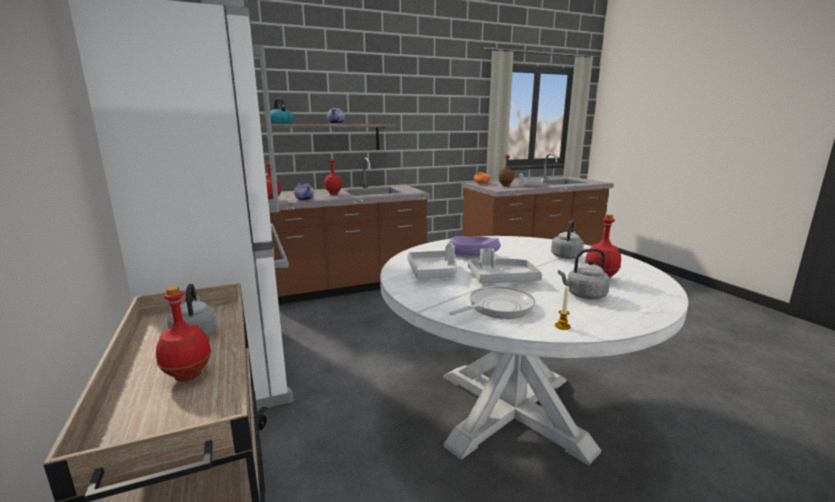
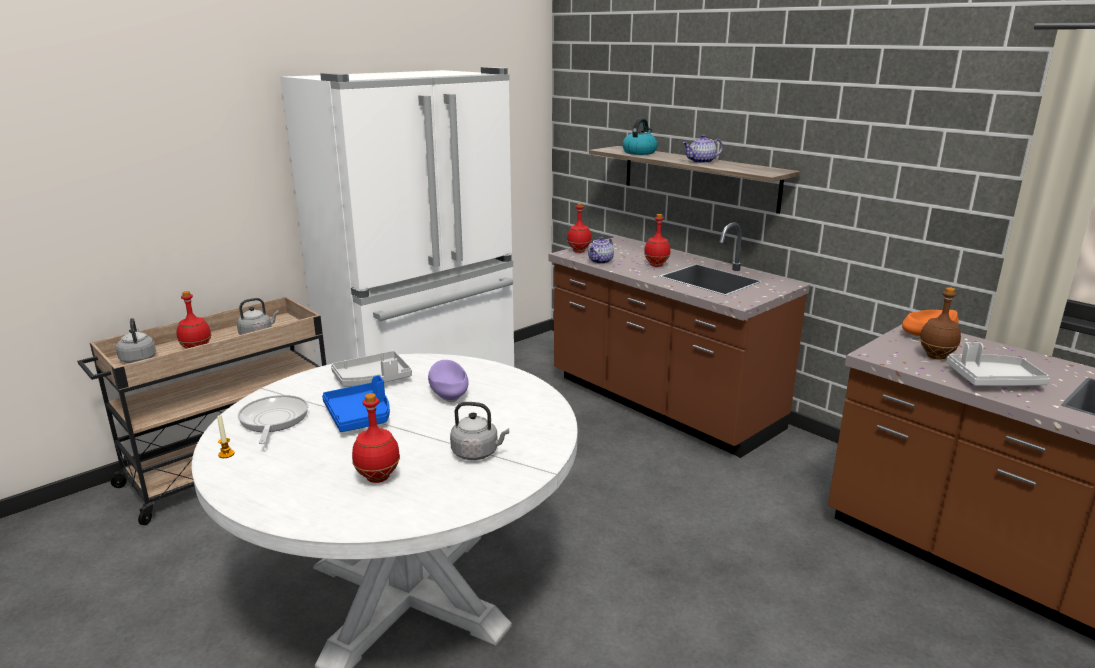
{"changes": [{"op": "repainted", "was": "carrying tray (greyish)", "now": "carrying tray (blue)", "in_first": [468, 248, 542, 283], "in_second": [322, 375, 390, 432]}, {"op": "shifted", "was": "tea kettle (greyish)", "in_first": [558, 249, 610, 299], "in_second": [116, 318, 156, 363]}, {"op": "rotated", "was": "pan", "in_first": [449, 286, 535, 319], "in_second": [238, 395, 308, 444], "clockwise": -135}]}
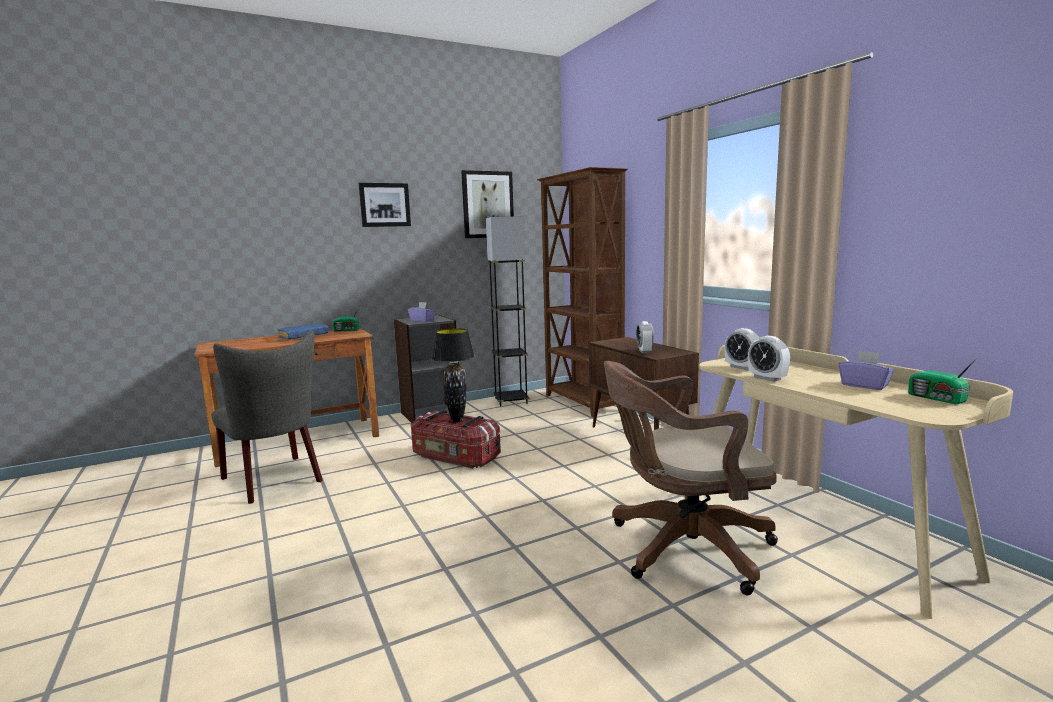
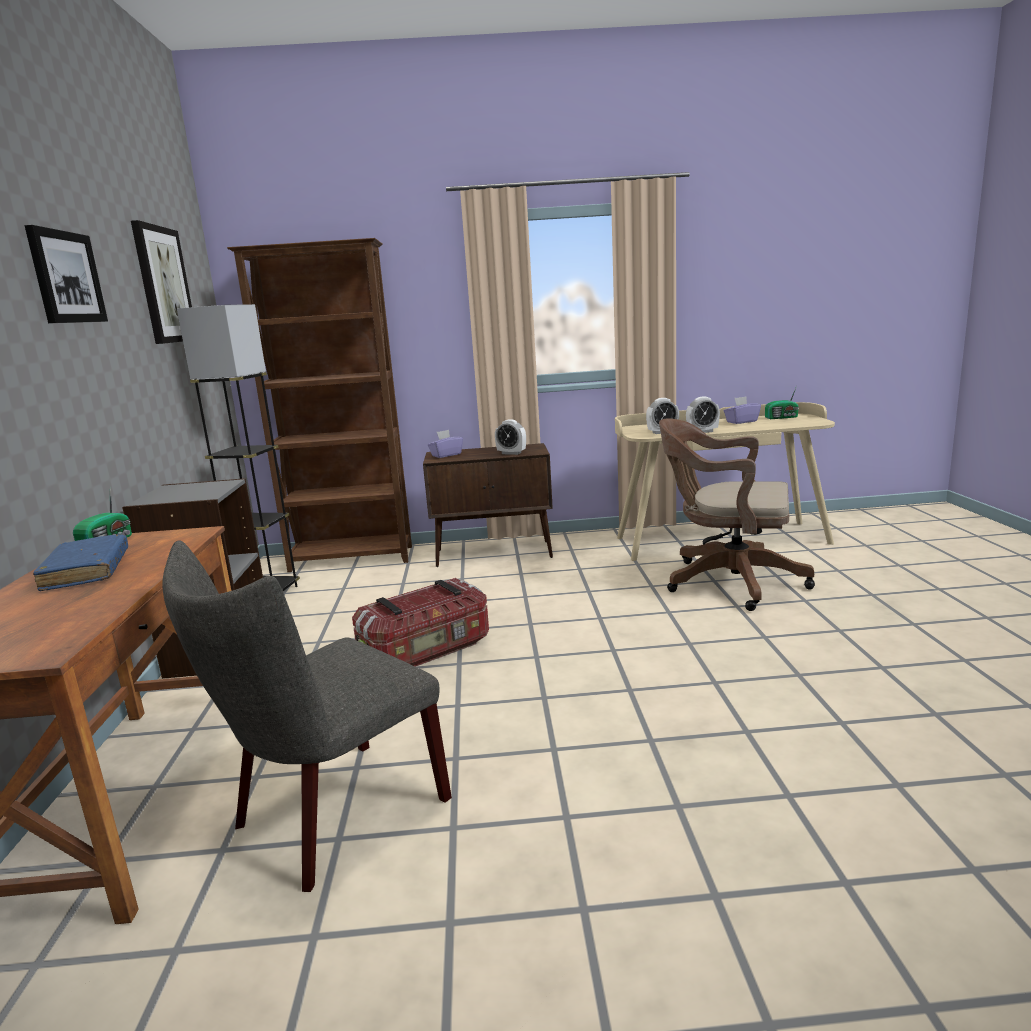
{"changes": [{"op": "shifted", "was": "tissue holder (purple)", "in_first": [408, 302, 436, 322], "in_second": [428, 430, 463, 458]}, {"op": "gone", "was": "lamp for a table (black-coloured)", "in_first": [432, 328, 475, 422]}, {"op": "rotated", "was": "chair (greyish)", "in_first": [212, 330, 323, 504], "in_second": [162, 541, 452, 892], "clockwise": 150}, {"op": "rotated", "was": "office chair (brownish)", "in_first": [604, 361, 778, 595], "in_second": [659, 418, 815, 611], "clockwise": 90}]}
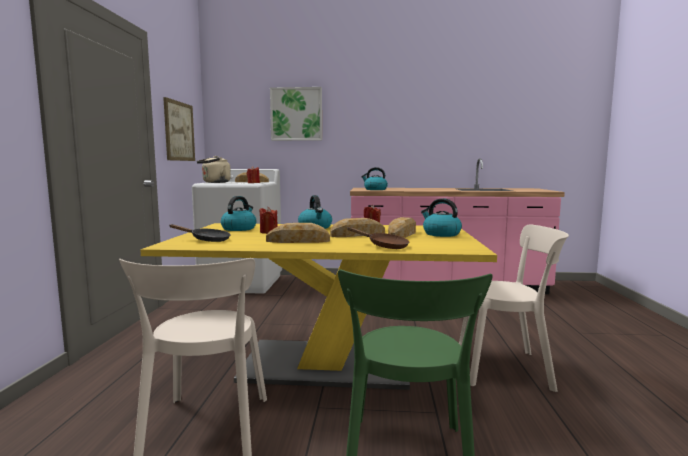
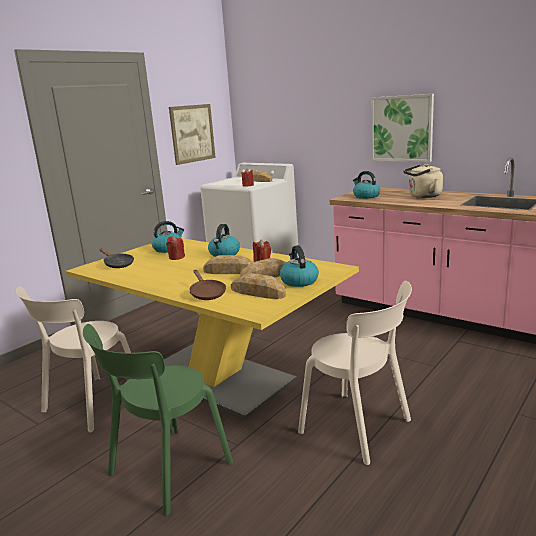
{"changes": [{"op": "shifted", "was": "wall picture", "in_first": [270, 87, 322, 141], "in_second": [371, 94, 434, 162]}, {"op": "shifted", "was": "tea kettle (beige)", "in_first": [197, 156, 231, 183], "in_second": [403, 164, 443, 198]}, {"op": "shifted", "was": "baked bread", "in_first": [266, 223, 330, 243], "in_second": [231, 273, 286, 299]}]}
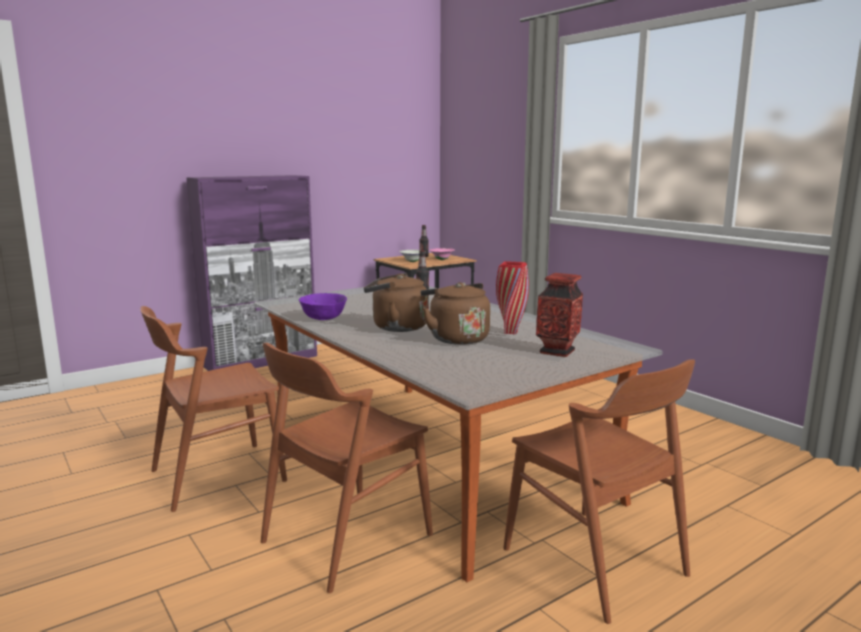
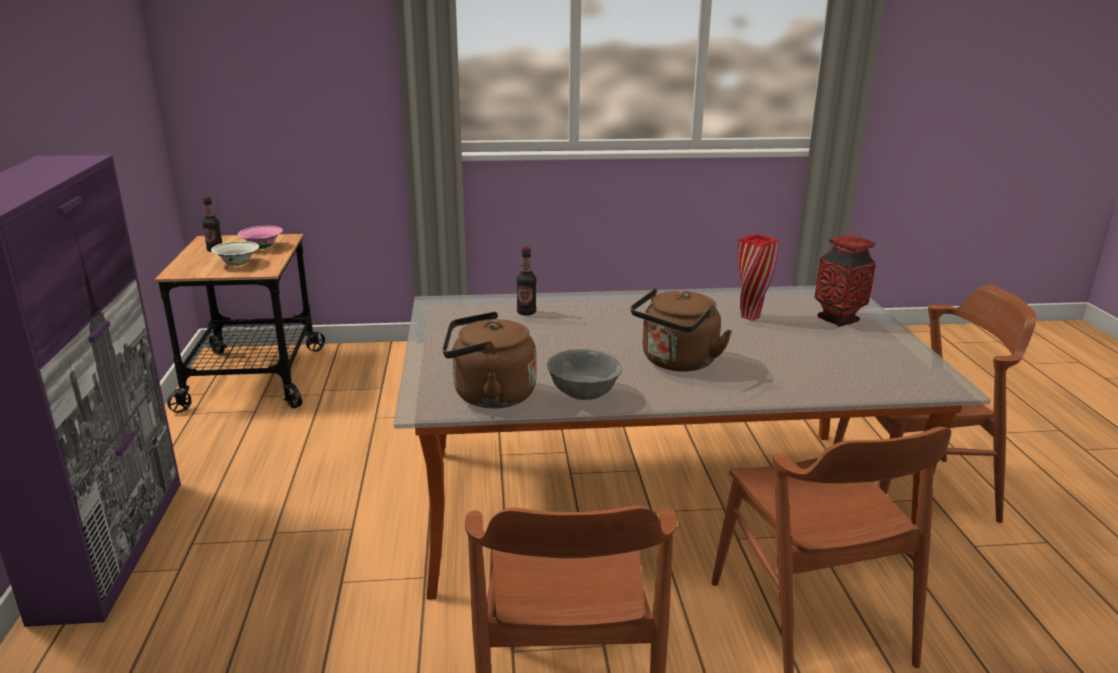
{"changes": [{"op": "shifted", "was": "tea kettle (brownish)", "in_first": [421, 282, 490, 345], "in_second": [442, 312, 536, 408]}, {"op": "repainted", "was": "serving bowl (purple)", "now": "serving bowl (greyish)", "in_first": [299, 293, 347, 320], "in_second": [547, 349, 622, 400]}]}
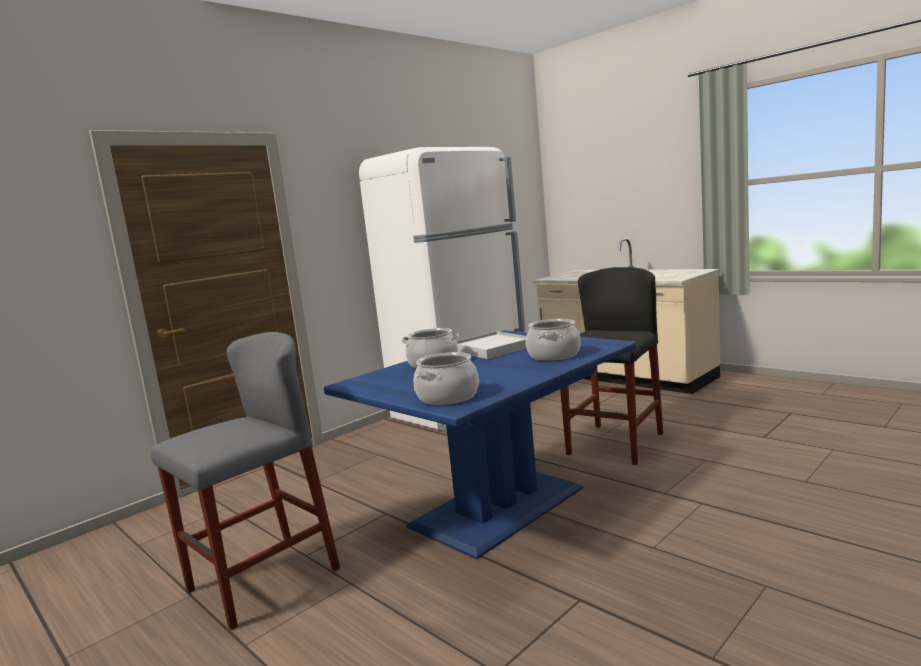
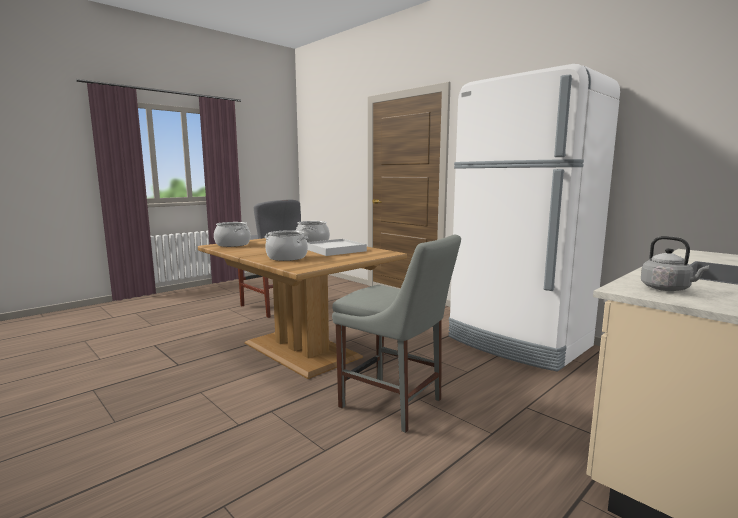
{"changes": [{"op": "swapped", "was": "sitting stool (black-coloured)", "now": "chair (greyish)", "in_first": [560, 267, 663, 465], "in_second": [332, 235, 461, 433]}, {"op": "repainted", "was": "dinner table (blue)", "now": "dinner table (brownish)", "in_first": [324, 331, 636, 559], "in_second": [198, 238, 407, 379]}, {"op": "new", "now": "tea kettle (greyish)", "in_second": [641, 236, 709, 291]}]}
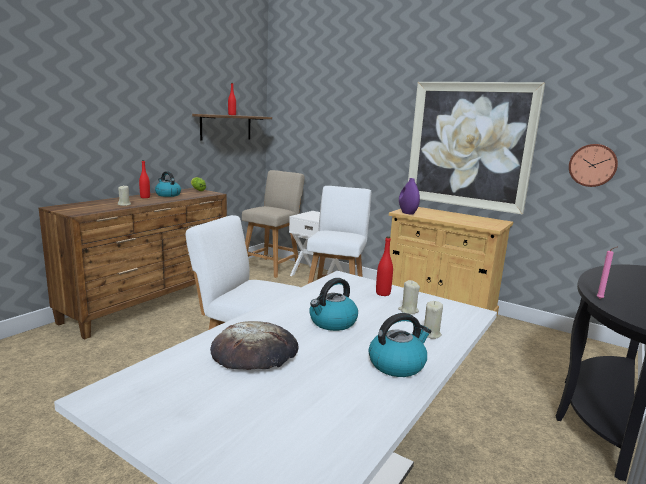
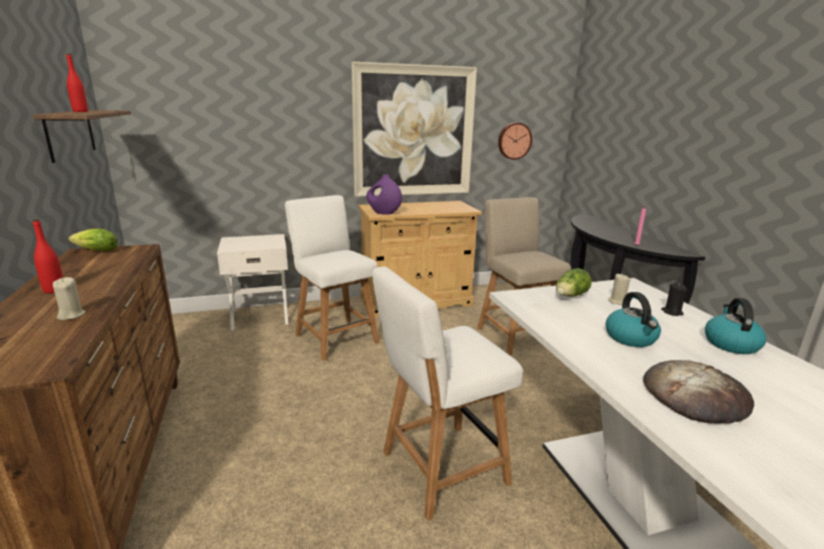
{"changes": [{"op": "shifted", "was": "chair (beige)", "in_first": [242, 170, 305, 278], "in_second": [477, 197, 571, 356]}, {"op": "gone", "was": "tea kettle", "in_first": [155, 171, 181, 197]}, {"op": "swapped", "was": "drink bottle (red-coloured)", "now": "head of lettuce", "in_first": [376, 236, 393, 296], "in_second": [556, 268, 592, 296]}, {"op": "repainted", "was": "wax candle (beige)", "now": "wax candle (black-coloured)", "in_first": [424, 301, 443, 339], "in_second": [661, 282, 687, 316]}]}
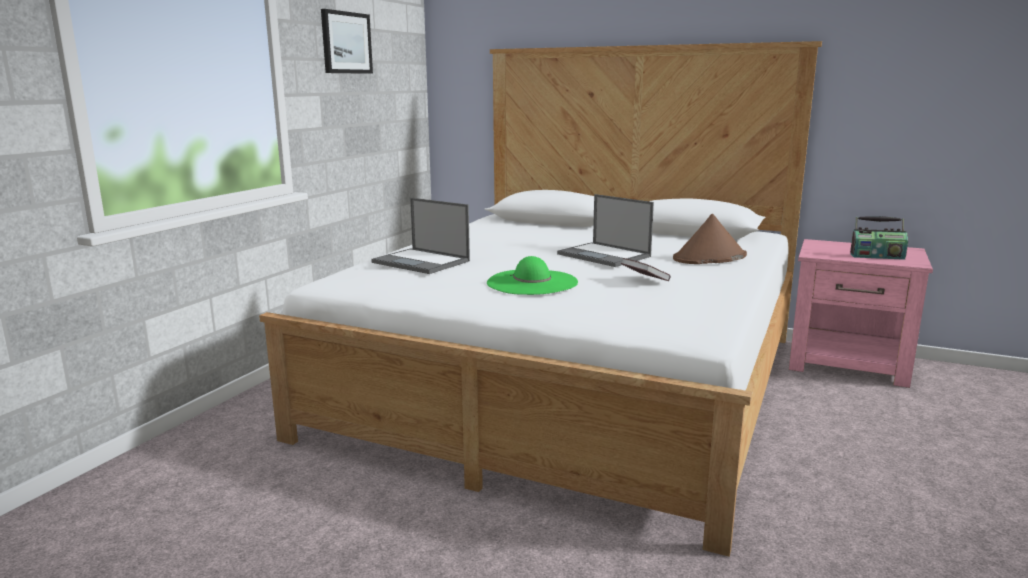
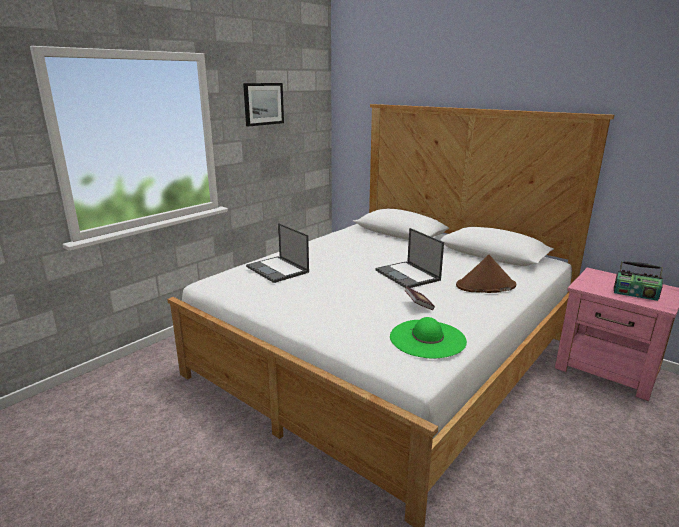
{"changes": [{"op": "shifted", "was": "wearable hat (greenish)", "in_first": [487, 256, 578, 295], "in_second": [390, 317, 467, 359]}]}
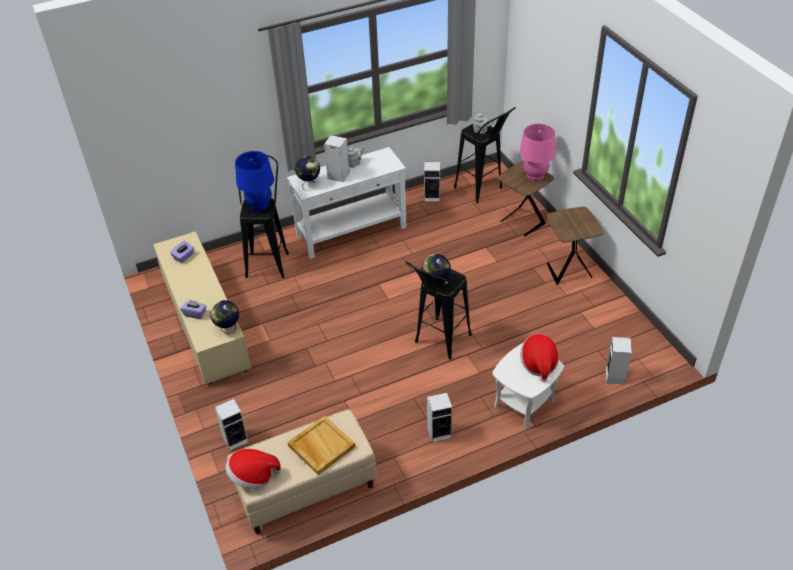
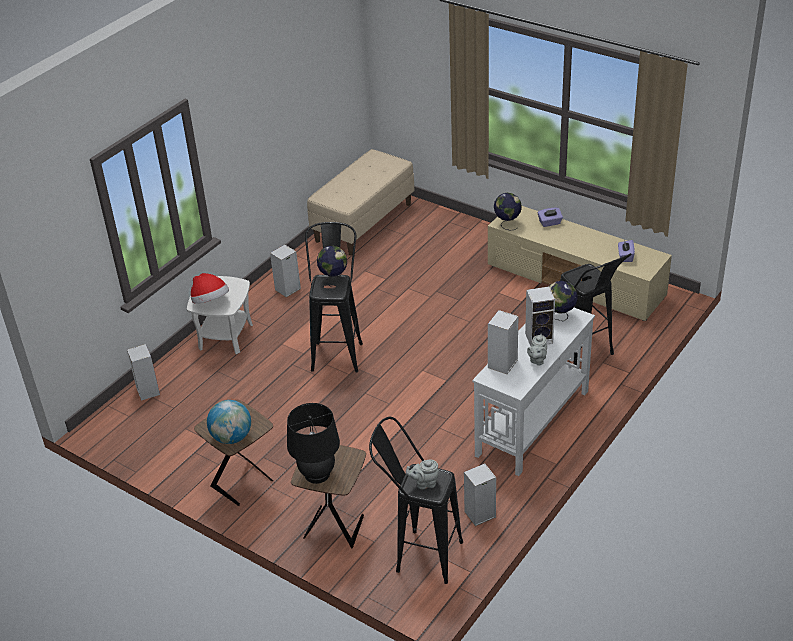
{"changes": [{"op": "repainted", "was": "lamp for a table (pink-coloured)", "now": "lamp for a table (black-coloured)", "in_first": [519, 124, 556, 181], "in_second": [287, 403, 340, 484]}, {"op": "gone", "was": "lamp for a table (blue)", "in_first": [235, 151, 274, 211]}, {"op": "shifted", "was": "speaker", "in_first": [214, 399, 249, 451], "in_second": [488, 310, 519, 374]}, {"op": "gone", "was": "carrying tray (beige)", "in_first": [288, 415, 355, 475]}, {"op": "gone", "was": "wearable hat", "in_first": [226, 449, 281, 489]}, {"op": "new", "now": "desk globe", "in_second": [207, 400, 251, 444]}]}
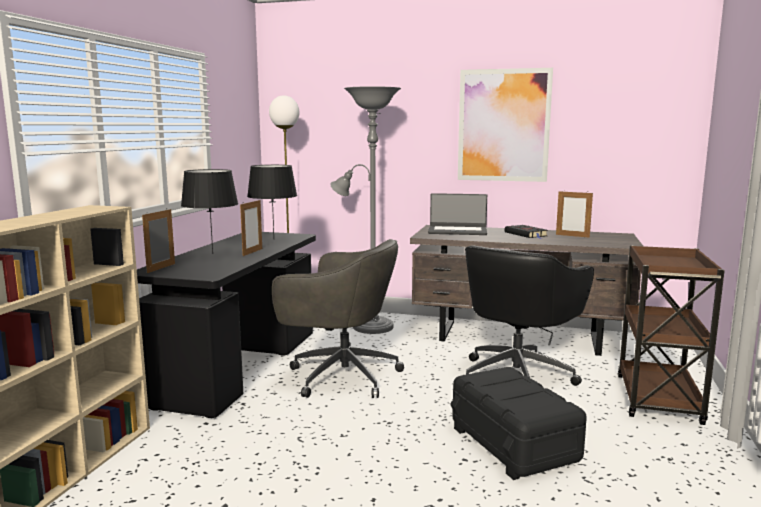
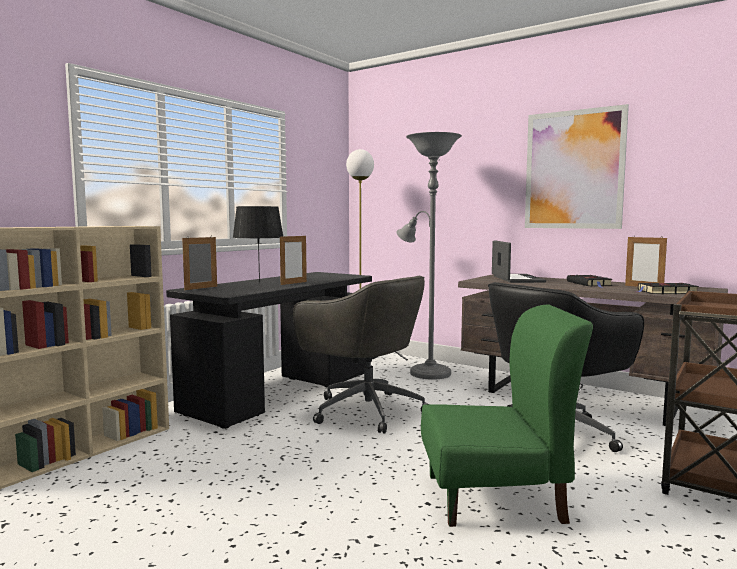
{"changes": [{"op": "gone", "was": "lamp for a table (black-coloured)", "in_first": [247, 165, 297, 236]}, {"op": "rotated", "was": "notebook computer", "in_first": [428, 193, 487, 235], "in_second": [492, 240, 546, 283], "clockwise": -120}, {"op": "swapped", "was": "storage container (black-coloured)", "now": "chair (greenish)", "in_first": [450, 367, 587, 480], "in_second": [421, 304, 593, 527]}, {"op": "new", "now": "book (black-coloured)", "in_second": [637, 283, 699, 294]}]}
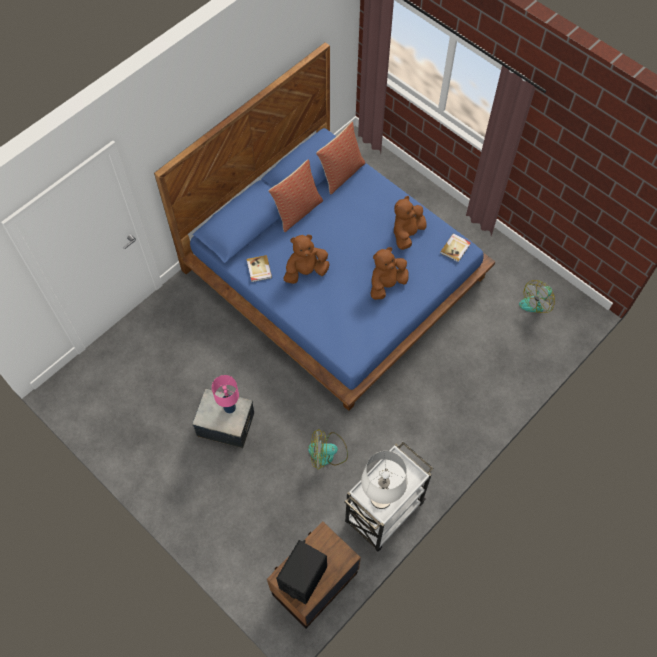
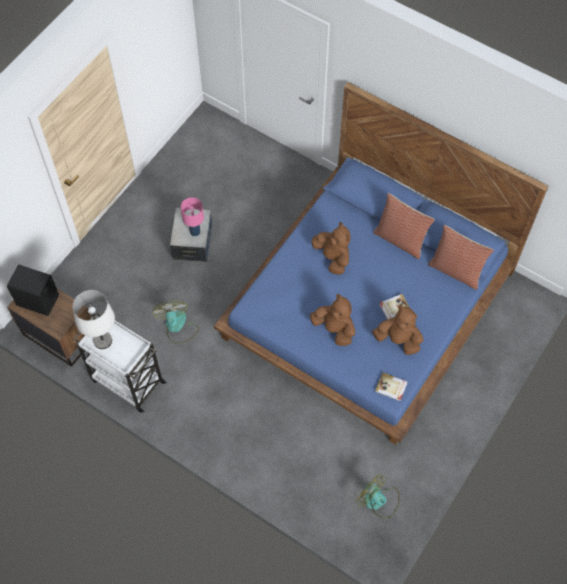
{"changes": [{"op": "shifted", "was": "book", "in_first": [247, 255, 272, 282], "in_second": [379, 294, 410, 319]}]}
